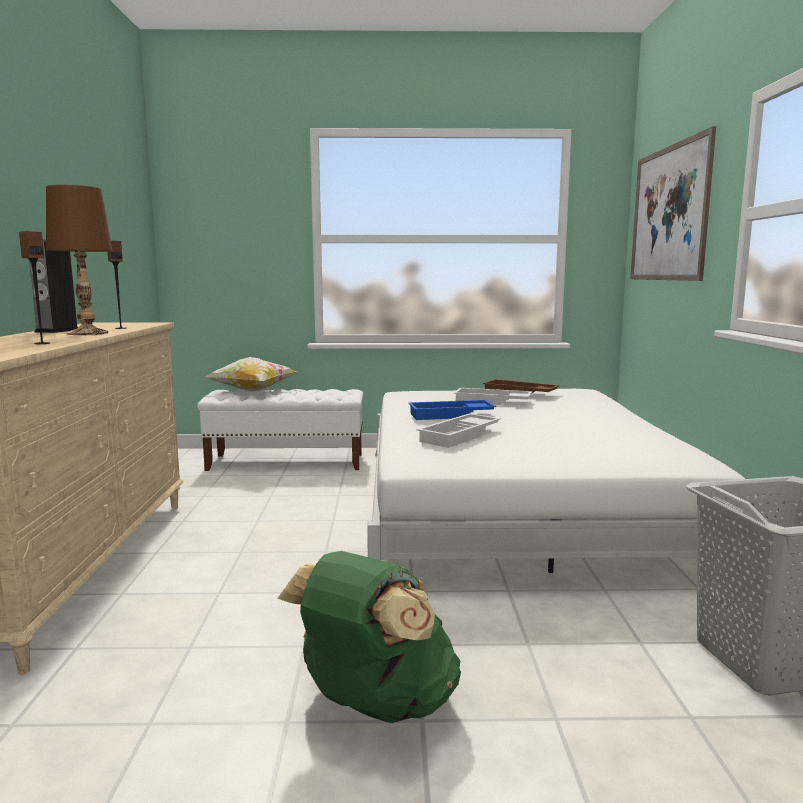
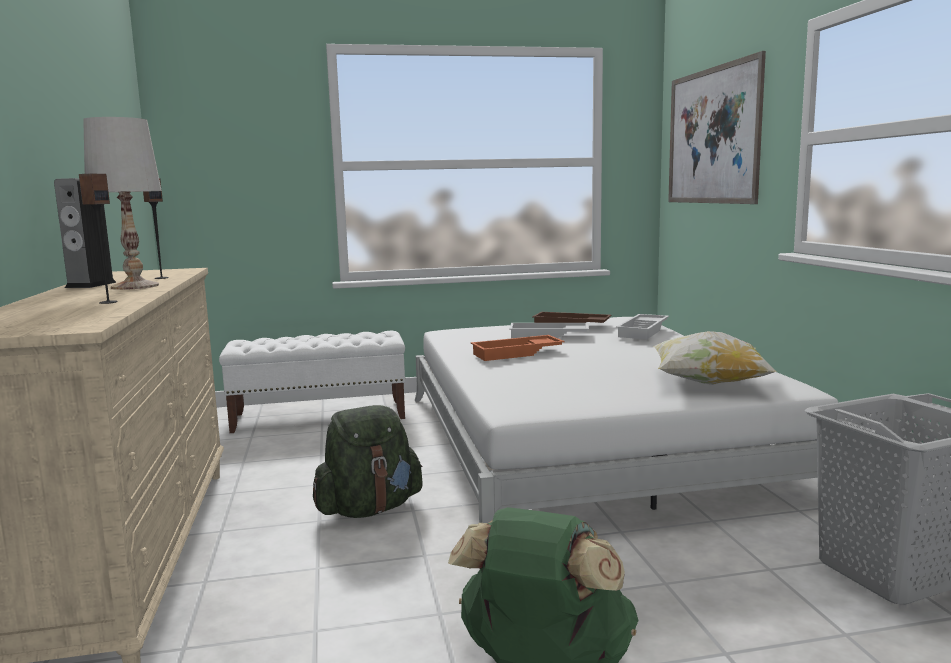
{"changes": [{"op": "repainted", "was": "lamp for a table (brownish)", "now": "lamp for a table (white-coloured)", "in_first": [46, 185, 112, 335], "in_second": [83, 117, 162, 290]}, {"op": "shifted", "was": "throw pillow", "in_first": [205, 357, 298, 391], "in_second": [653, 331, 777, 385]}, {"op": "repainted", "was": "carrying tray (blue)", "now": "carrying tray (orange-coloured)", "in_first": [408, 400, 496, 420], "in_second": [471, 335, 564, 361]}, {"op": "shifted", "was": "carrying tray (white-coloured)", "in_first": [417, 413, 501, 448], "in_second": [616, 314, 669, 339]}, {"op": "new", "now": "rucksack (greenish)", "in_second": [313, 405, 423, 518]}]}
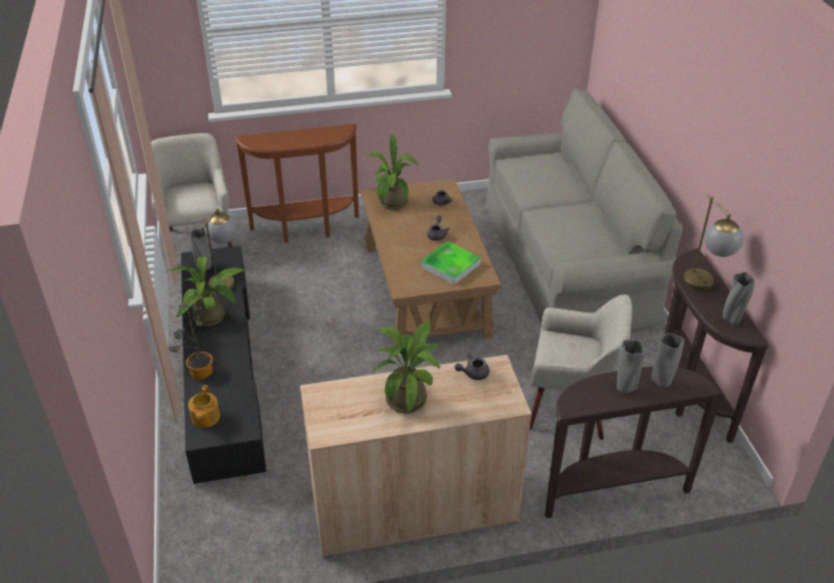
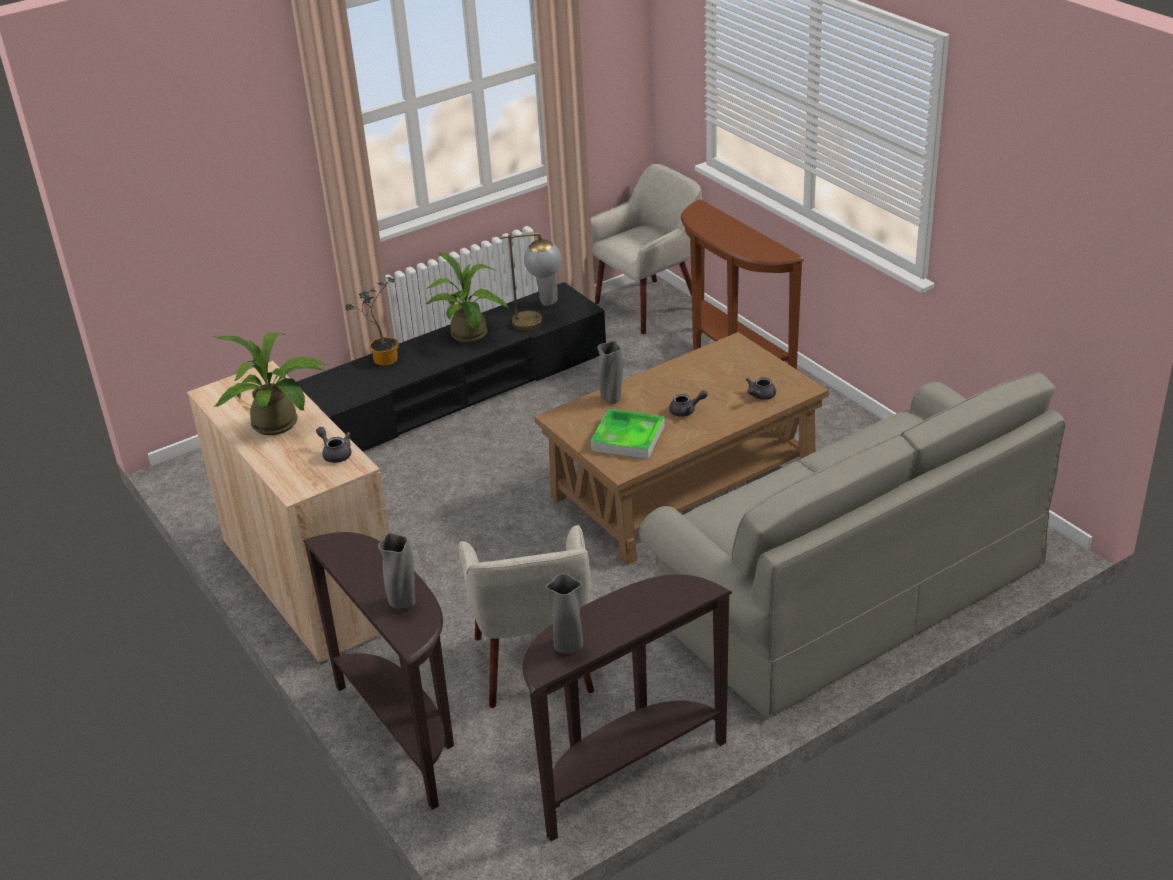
{"changes": [{"op": "gone", "was": "houseplant", "in_first": [364, 134, 419, 210]}, {"op": "gone", "was": "lamp for a table", "in_first": [683, 194, 744, 290]}, {"op": "shifted", "was": "vase (greyish)", "in_first": [617, 340, 647, 394], "in_second": [597, 341, 623, 404]}, {"op": "gone", "was": "pot for tea", "in_first": [188, 385, 220, 428]}]}
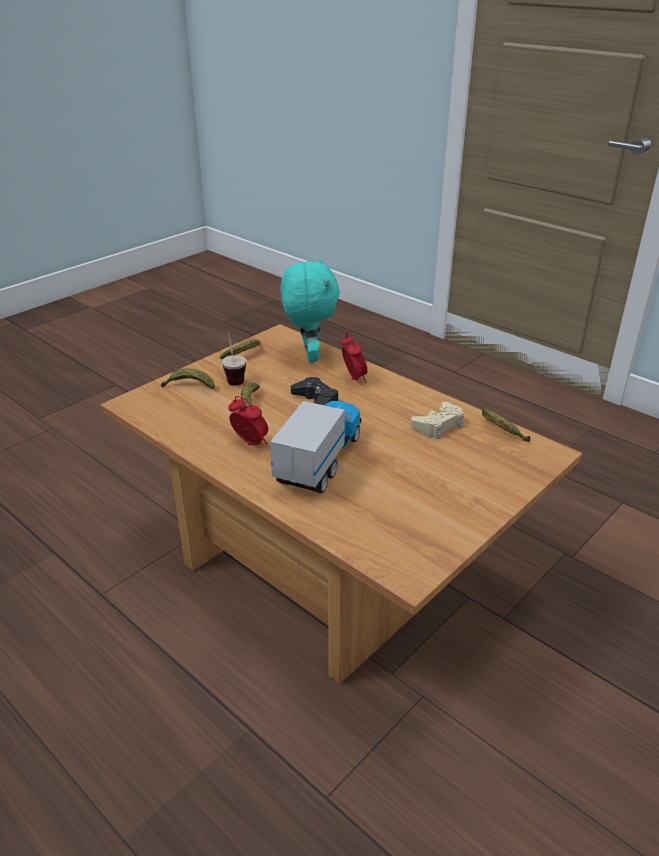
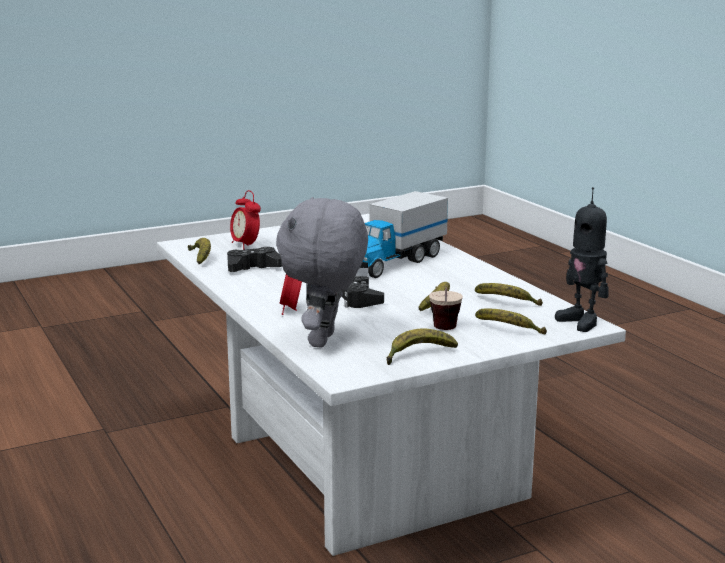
{"changes": [{"op": "repainted", "was": "soft toy (turquoise-coloured)", "now": "soft toy (greyish)", "in_first": [280, 259, 340, 362], "in_second": [276, 197, 368, 348]}, {"op": "repainted", "was": "lounge table (brownish)", "now": "lounge table (white-coloured)", "in_first": [100, 324, 582, 684], "in_second": [157, 214, 626, 556]}, {"op": "shifted", "was": "alarm clock", "in_first": [228, 396, 268, 446], "in_second": [230, 190, 261, 250]}, {"op": "repainted", "was": "game controller (beige)", "now": "game controller (black-coloured)", "in_first": [410, 402, 464, 439], "in_second": [227, 247, 283, 272]}, {"op": "new", "now": "toy robot", "in_second": [555, 187, 609, 332]}, {"op": "new", "now": "banana", "in_second": [475, 283, 543, 306]}]}
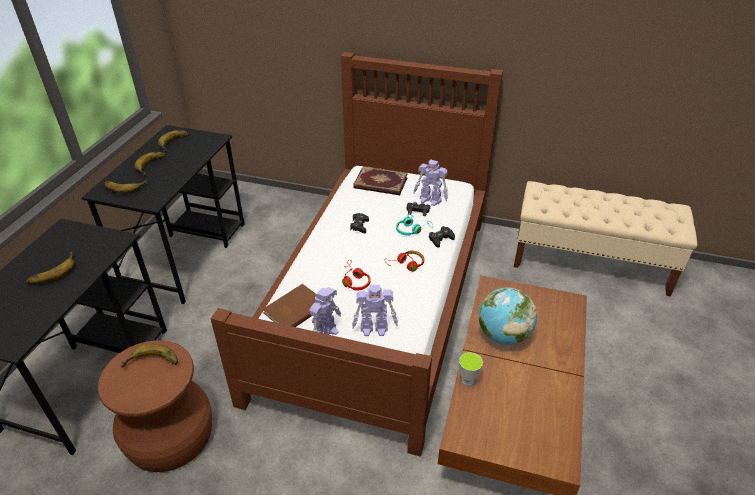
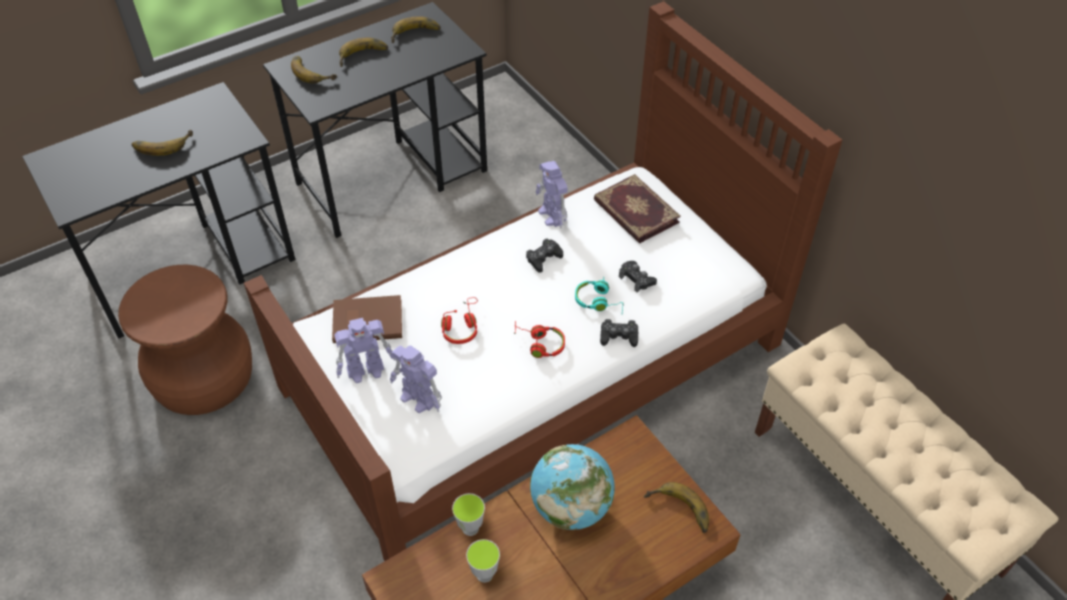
{"changes": [{"op": "shifted", "was": "toy robot", "in_first": [413, 160, 448, 206], "in_second": [536, 161, 568, 228]}, {"op": "shifted", "was": "banana", "in_first": [121, 344, 178, 368], "in_second": [644, 482, 709, 533]}, {"op": "new", "now": "drinking cup", "in_second": [466, 539, 500, 583]}]}
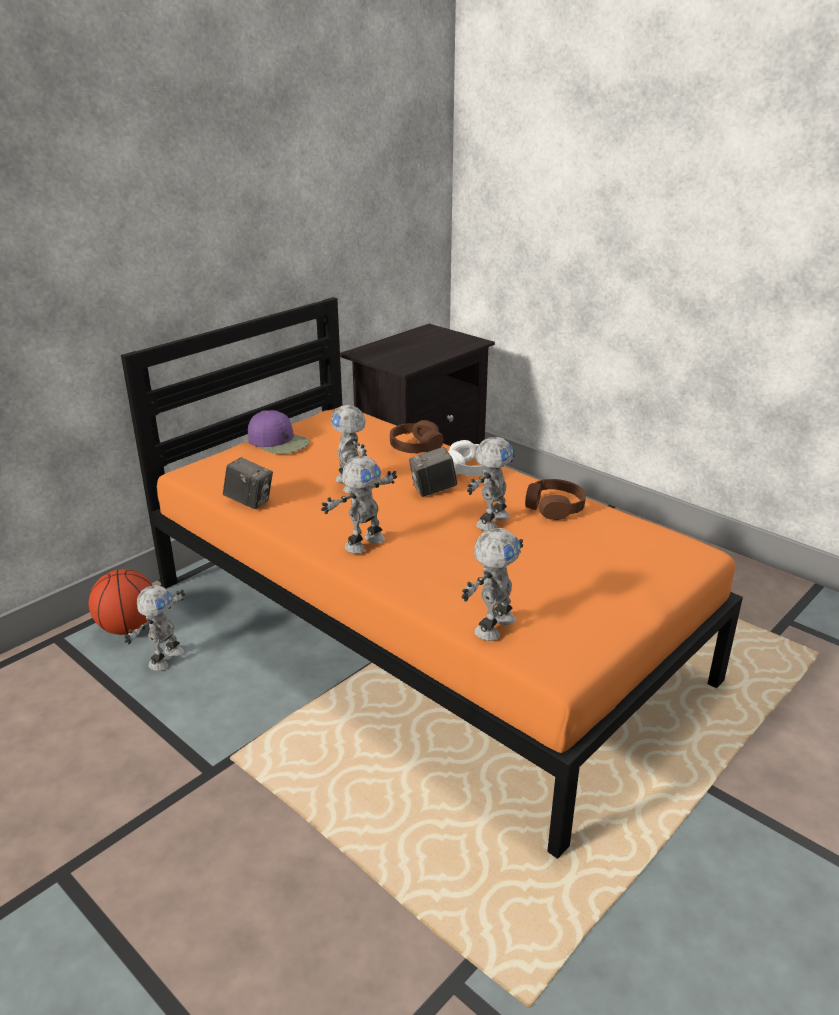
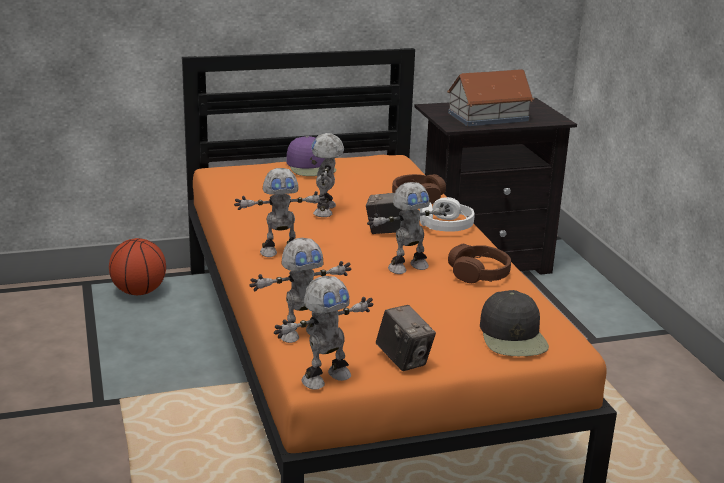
{"changes": [{"op": "shifted", "was": "still camera", "in_first": [223, 457, 273, 509], "in_second": [376, 305, 436, 371]}, {"op": "shifted", "was": "toy robot", "in_first": [124, 585, 185, 671], "in_second": [274, 276, 373, 390]}, {"op": "new", "now": "miniature house", "in_second": [447, 69, 534, 126]}, {"op": "new", "now": "peaked cap (black-coloured)", "in_second": [480, 290, 549, 356]}]}
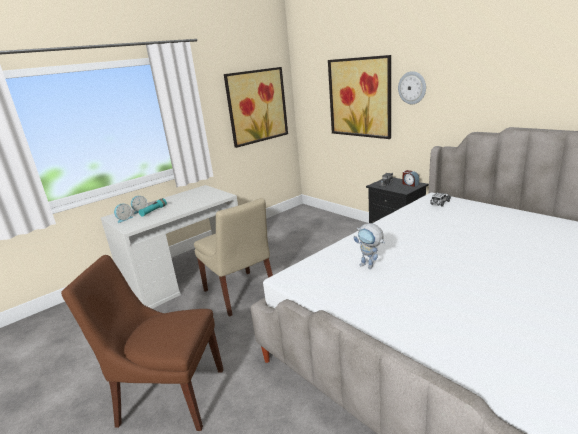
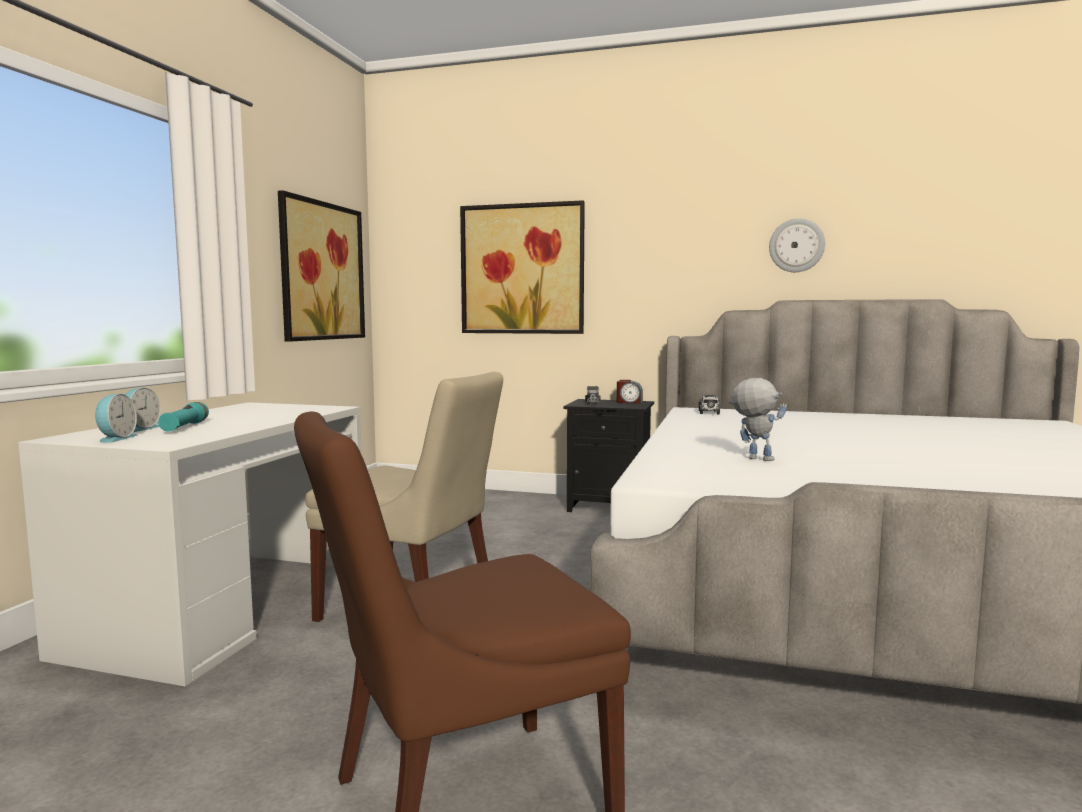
{"changes": [{"op": "shifted", "was": "hanging clock", "in_first": [398, 71, 426, 104], "in_second": [769, 218, 825, 272]}, {"op": "rotated", "was": "toy robot", "in_first": [353, 223, 385, 269], "in_second": [728, 378, 787, 461], "clockwise": -150}]}
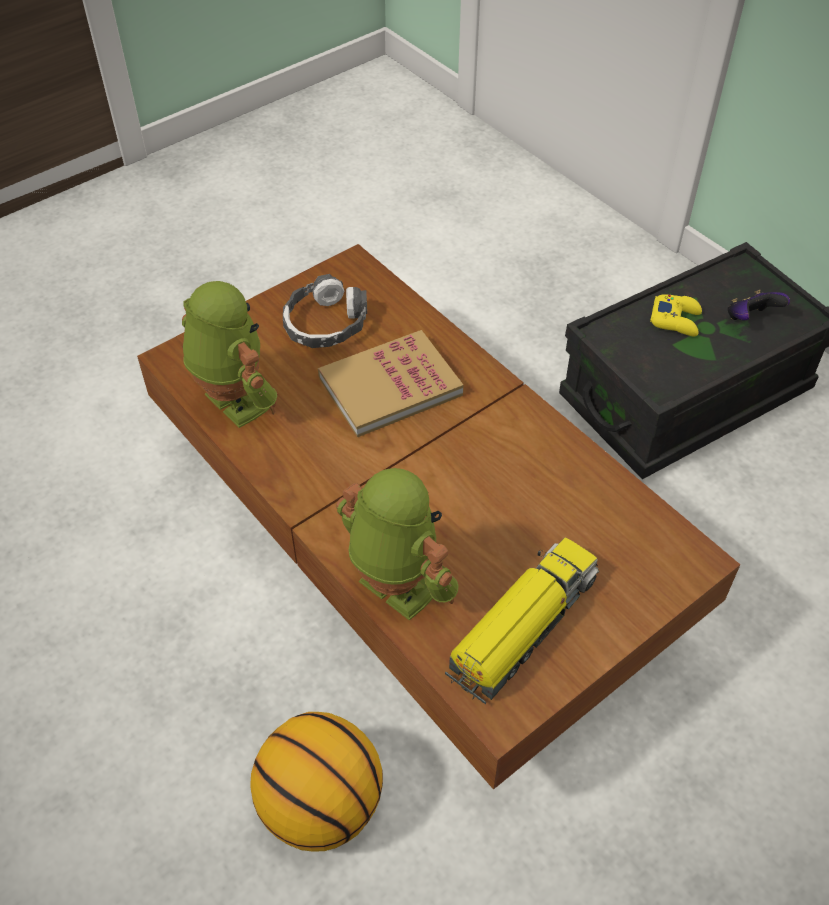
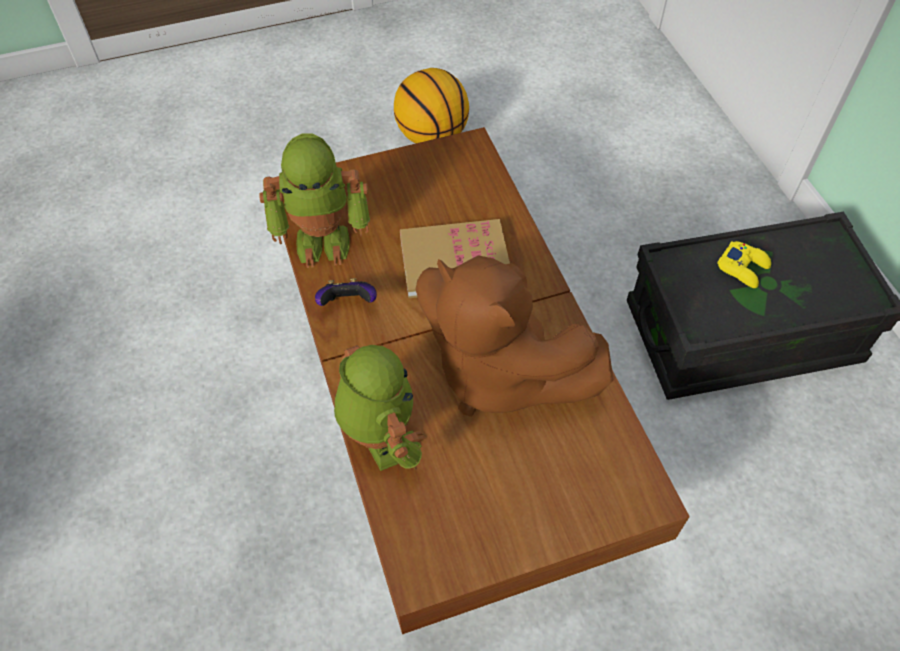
{"changes": [{"op": "gone", "was": "headset", "in_first": [283, 274, 367, 348]}, {"op": "rotated", "was": "toy robot", "in_first": [182, 281, 278, 428], "in_second": [259, 133, 370, 268], "clockwise": 105}, {"op": "shifted", "was": "game controller", "in_first": [727, 290, 790, 321], "in_second": [315, 278, 377, 306]}, {"op": "gone", "was": "toy truck", "in_first": [445, 537, 599, 704]}, {"op": "shifted", "was": "ball for basketball", "in_first": [250, 712, 383, 852], "in_second": [394, 68, 469, 143]}, {"op": "new", "now": "soft toy (brownish)", "in_second": [415, 255, 614, 417]}]}
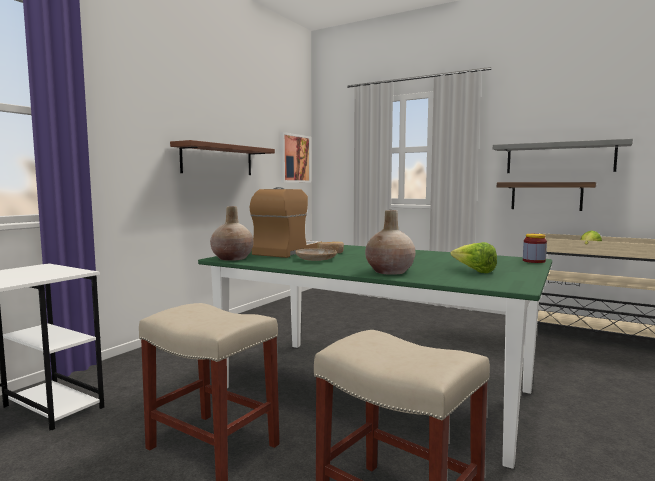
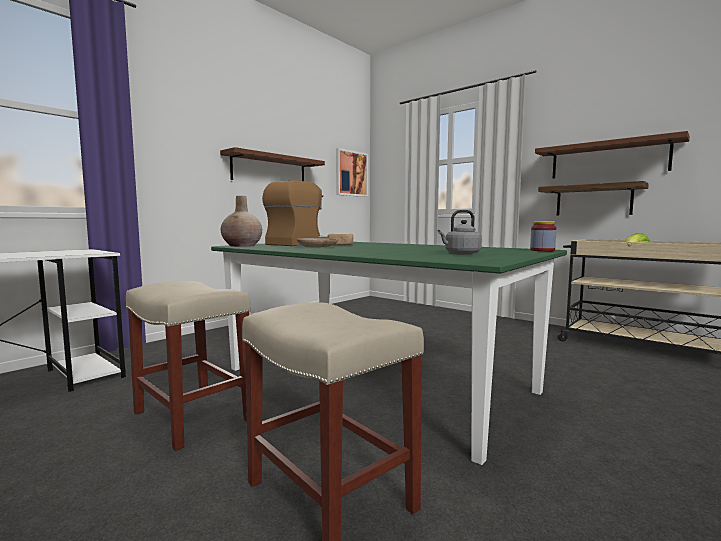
{"changes": [{"op": "repainted", "was": "bracket shelf (greyish)", "now": "bracket shelf (brownish)", "in_first": [493, 139, 633, 173], "in_second": [535, 131, 690, 179]}, {"op": "gone", "was": "vase (beige)", "in_first": [365, 210, 416, 275]}, {"op": "swapped", "was": "head of lettuce", "now": "tea kettle (greyish)", "in_first": [450, 242, 497, 273], "in_second": [437, 210, 482, 255]}]}
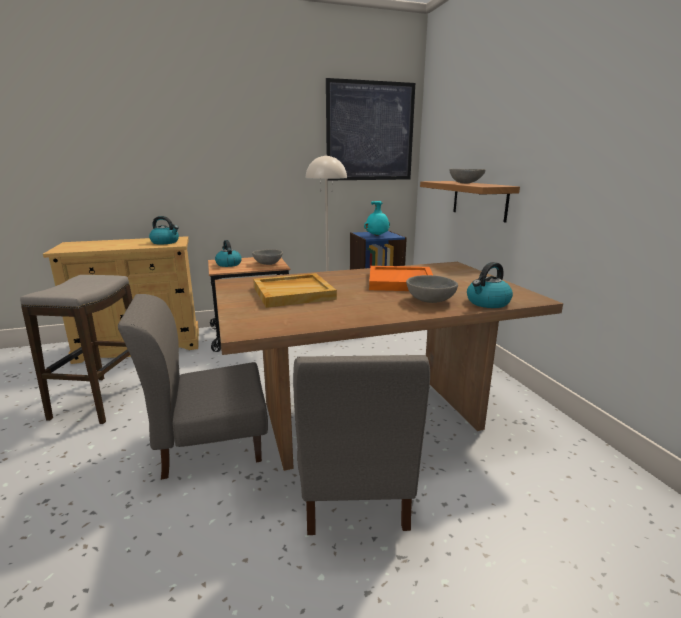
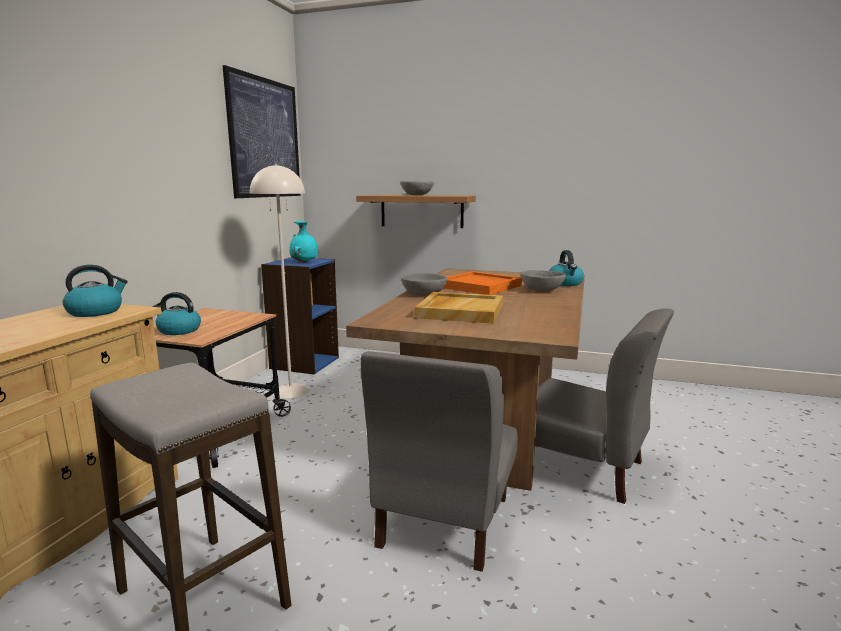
{"changes": [{"op": "shifted", "was": "serving bowl (greyish)", "in_first": [252, 249, 283, 265], "in_second": [401, 273, 447, 296]}]}
